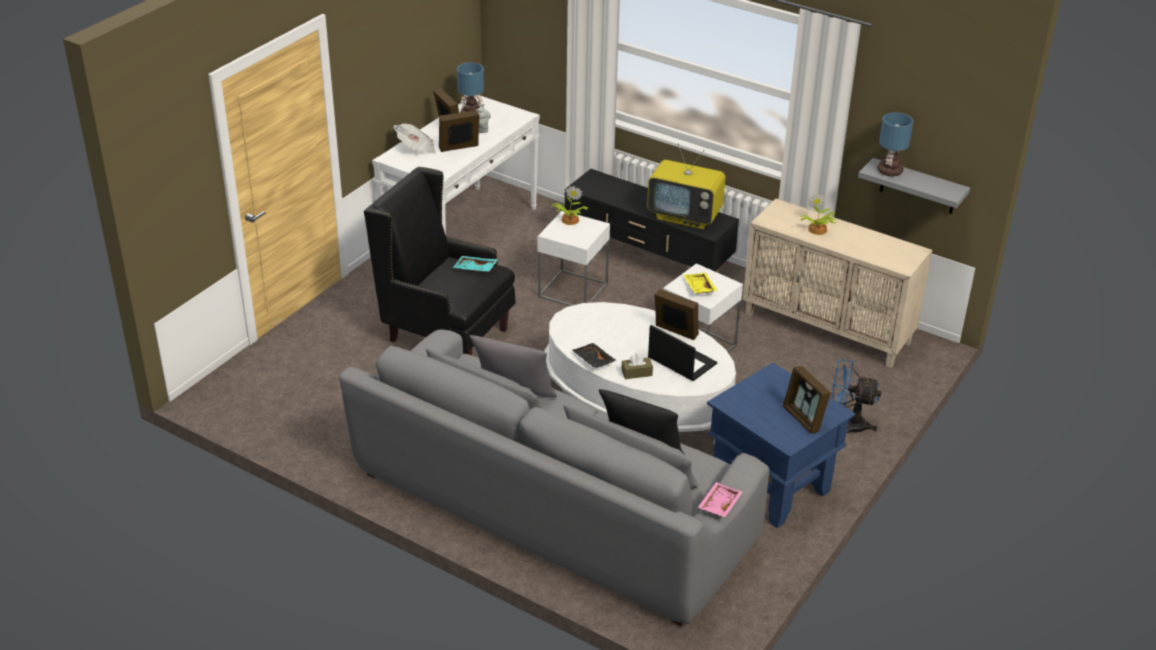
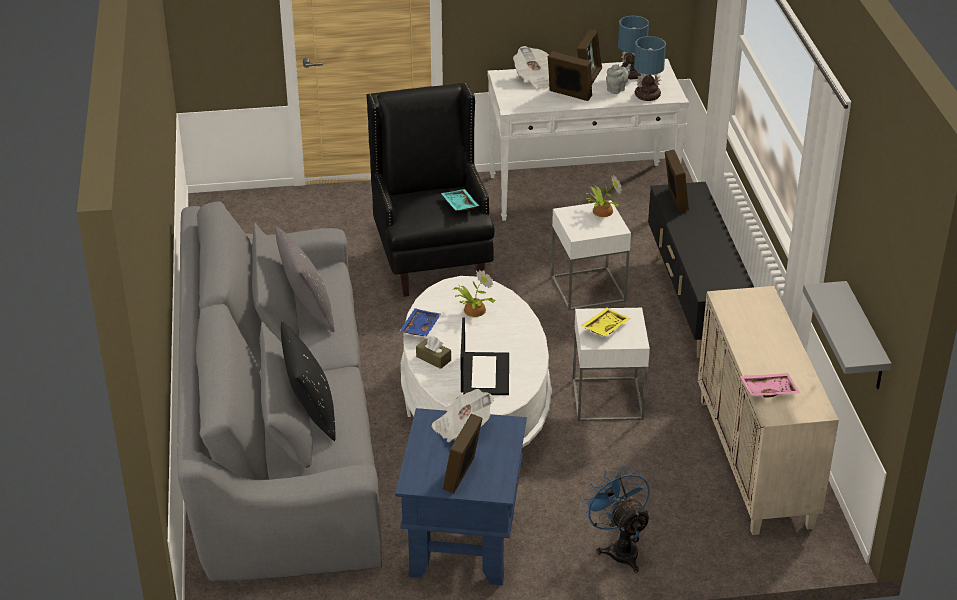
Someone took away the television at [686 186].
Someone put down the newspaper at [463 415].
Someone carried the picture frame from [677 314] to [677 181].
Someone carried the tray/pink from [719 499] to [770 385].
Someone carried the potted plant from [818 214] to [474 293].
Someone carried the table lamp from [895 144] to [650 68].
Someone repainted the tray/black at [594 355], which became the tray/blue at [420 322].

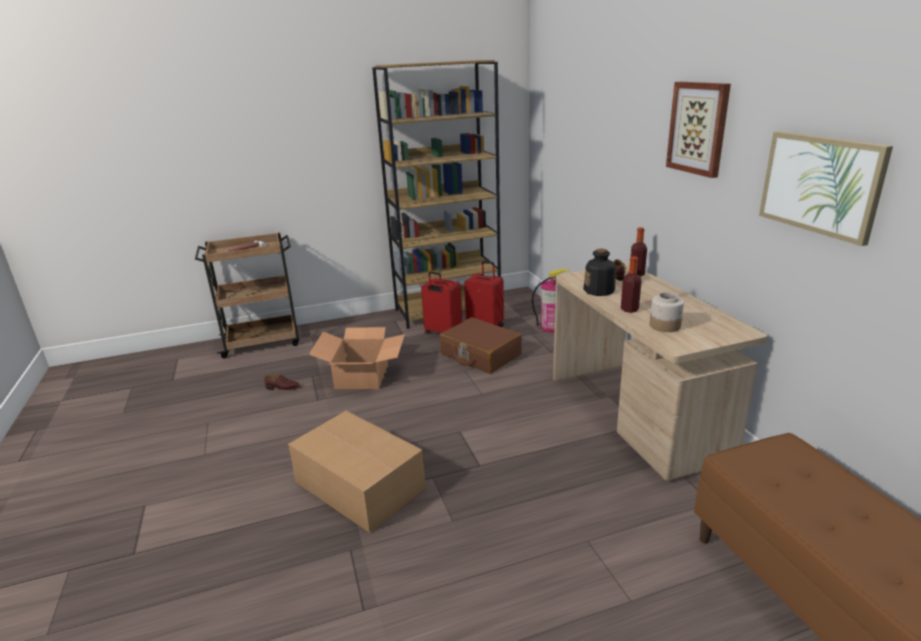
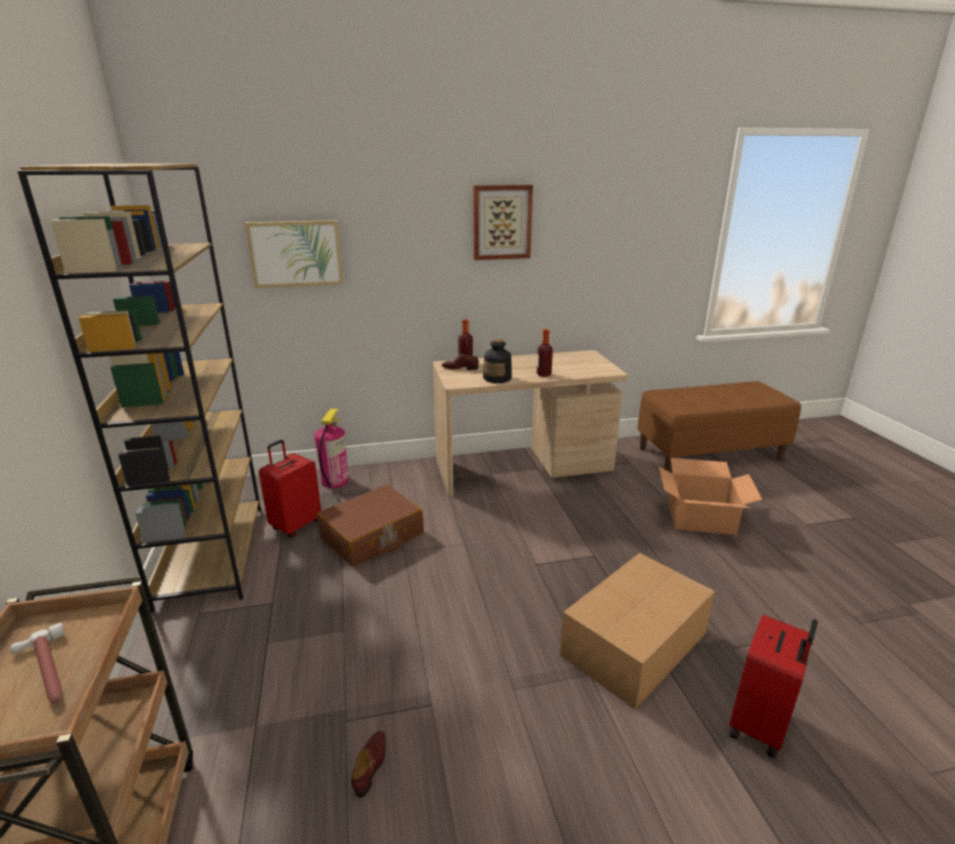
Someone took away the jar at [667 312].
Someone carried the cardboard box from [357 358] to [710 496].
Someone carried the suitcase/red from [441 303] to [773 686].
Someone carried the picture from [826 189] to [294 254].

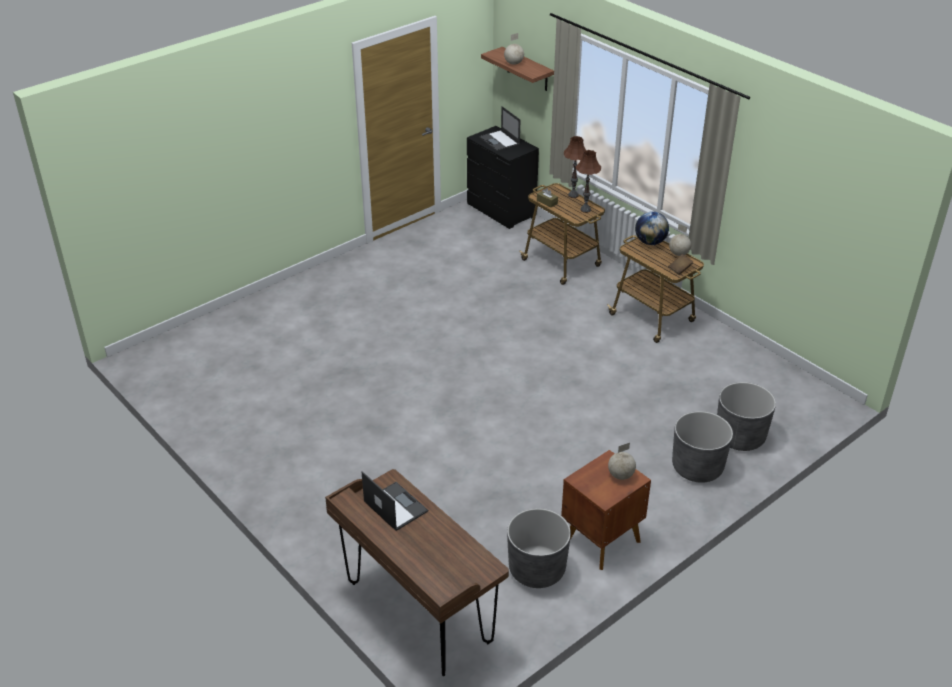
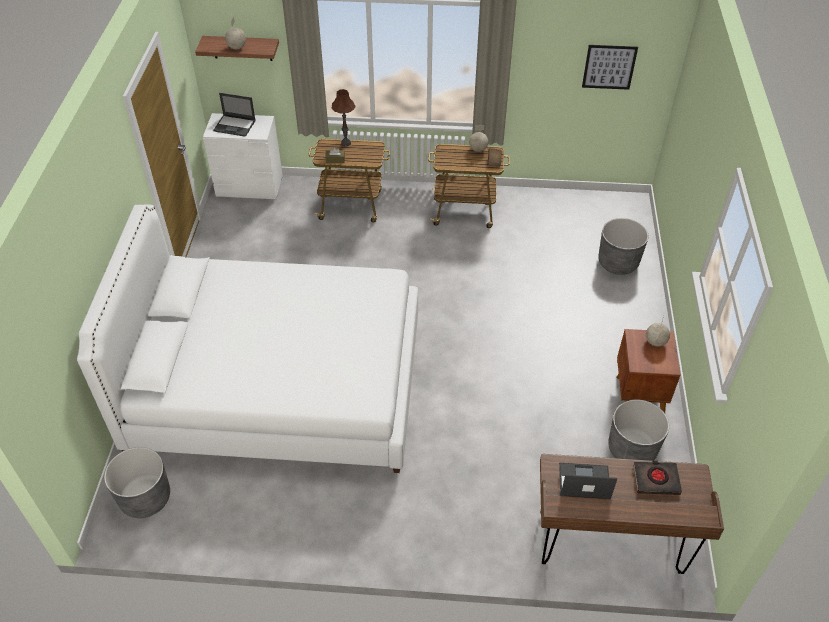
Someone took away the table lamp/brown at [588 181].
Someone took away the globe at [652 228].
Someone put down the bed/white at [247 338].
Someone put up the picture at [610 67].
Someone put down the book/black at [657 478].
Someone carried the planter/grey from [702 447] to [137 482].
Someone repainted the dresser/black at [503 177], which became the dresser/white at [243 156].

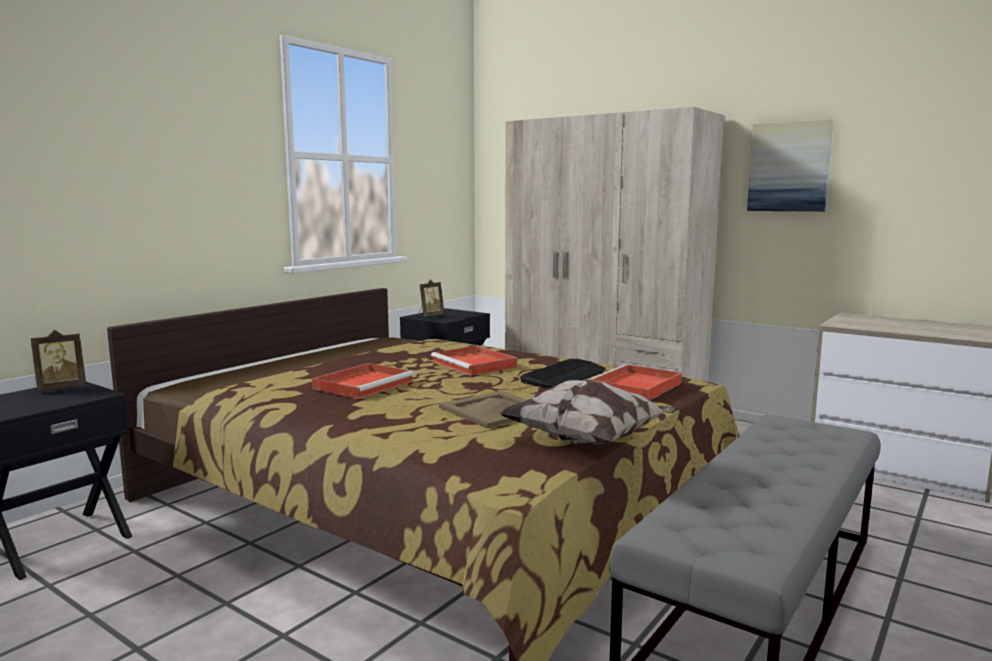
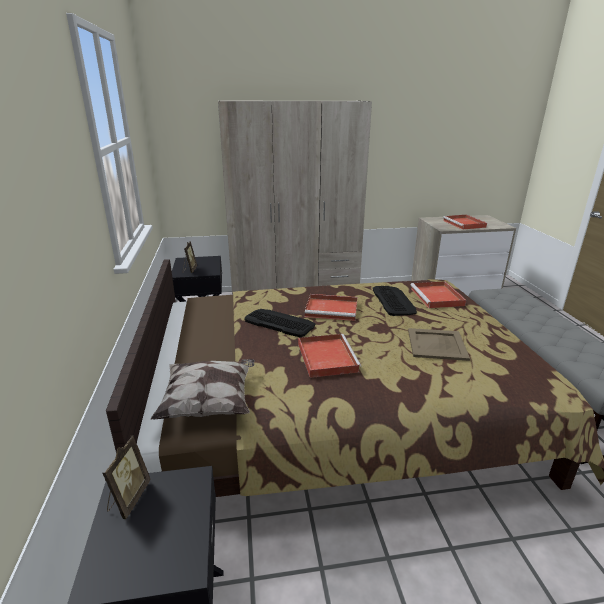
Someone took away the picture at [790 165].
Someone put down the keyboard at [280 323].
Someone put down the tray/red at [465 222].
Someone carried the pillow from [589 412] to [203 389].

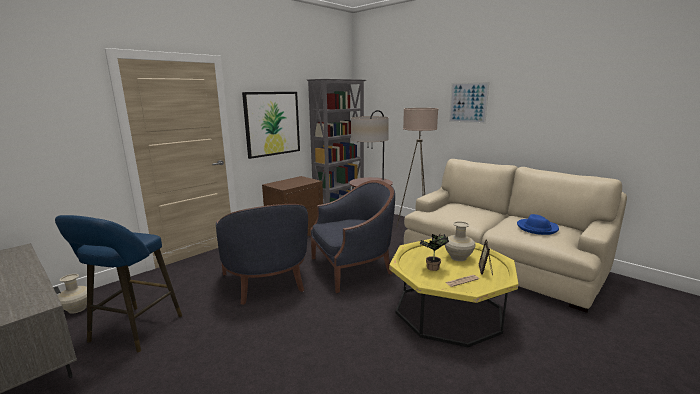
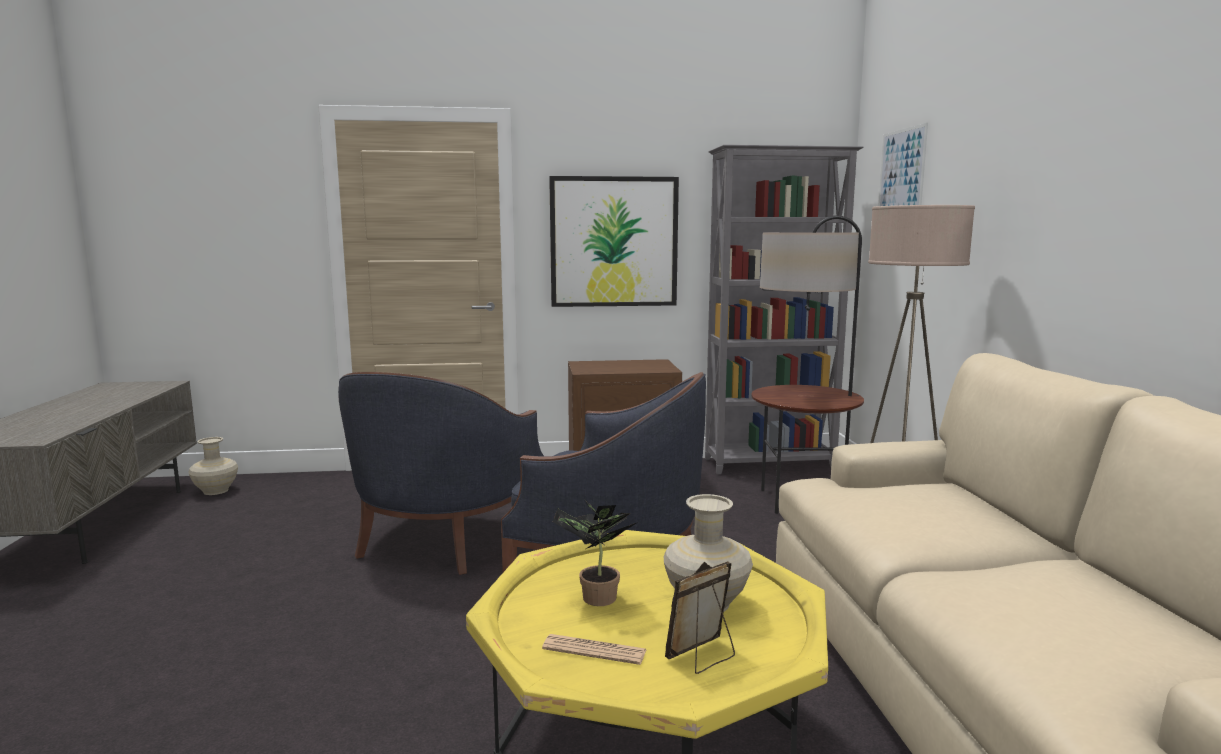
Someone took away the stool/blue at [118 284].
Someone took away the hat/blue at [538 224].
Someone carried the picture from [469 103] to [903 164].

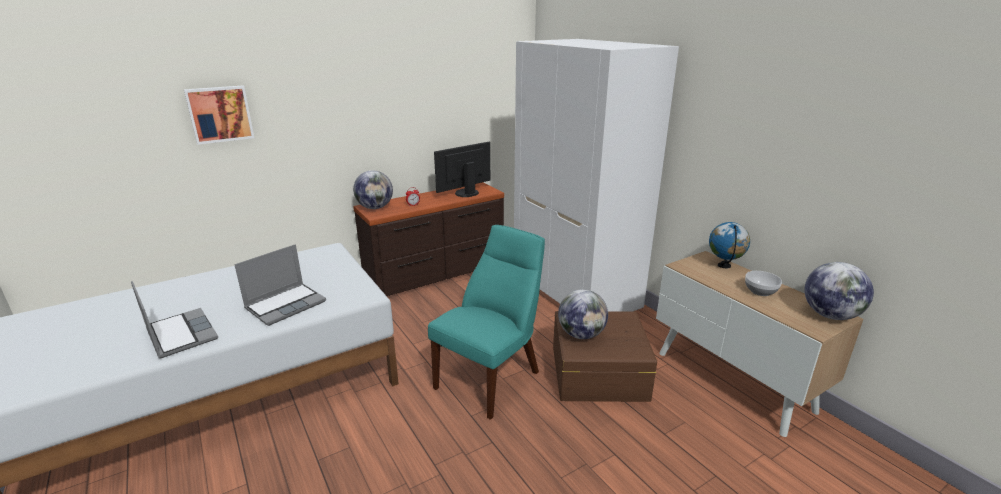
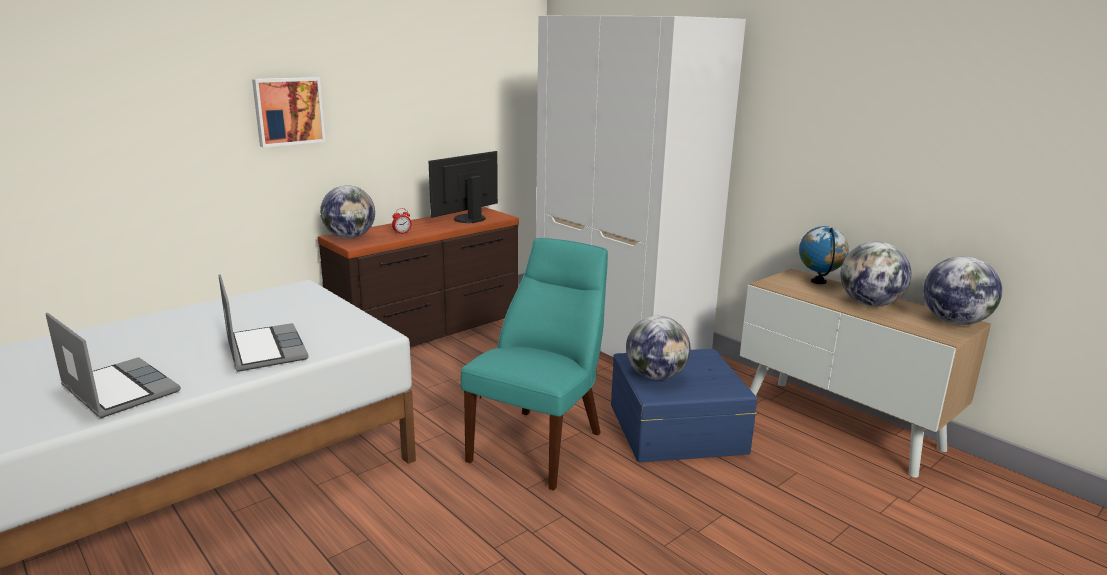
Someone carried the picture from [219 115] to [289 112].
Someone swapped the bowl at [763 283] for the globe at [876 274].
Someone repainted the storage box/brown at [605 356], which became the storage box/blue at [684 405].
Someone rotated the laptop at [280 285] by 60 degrees counterclockwise.

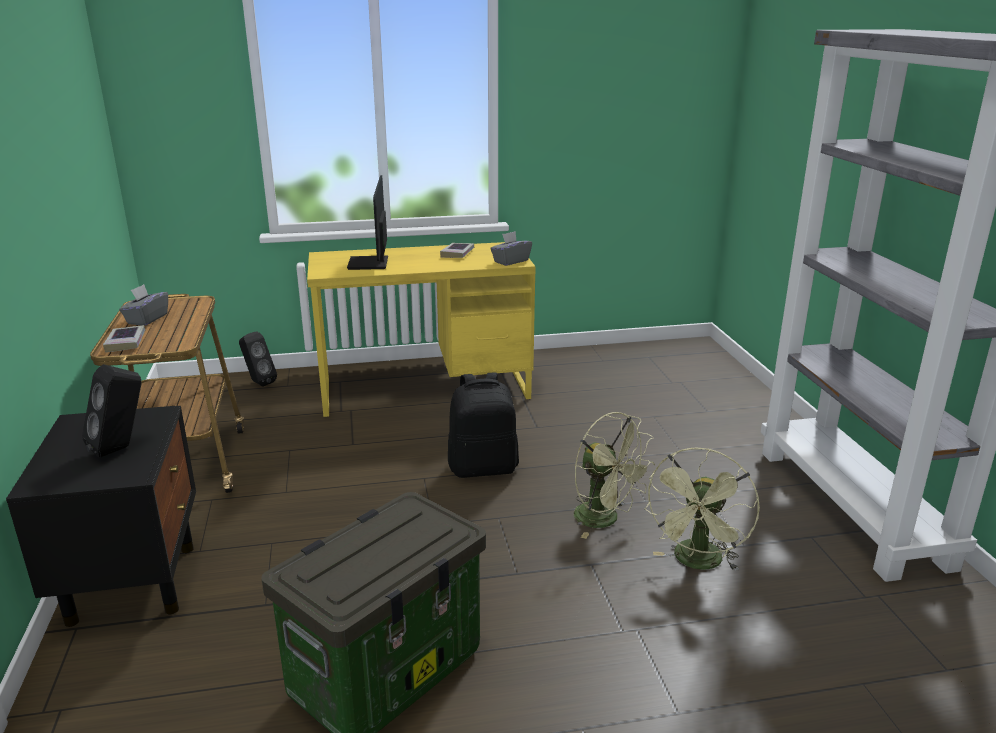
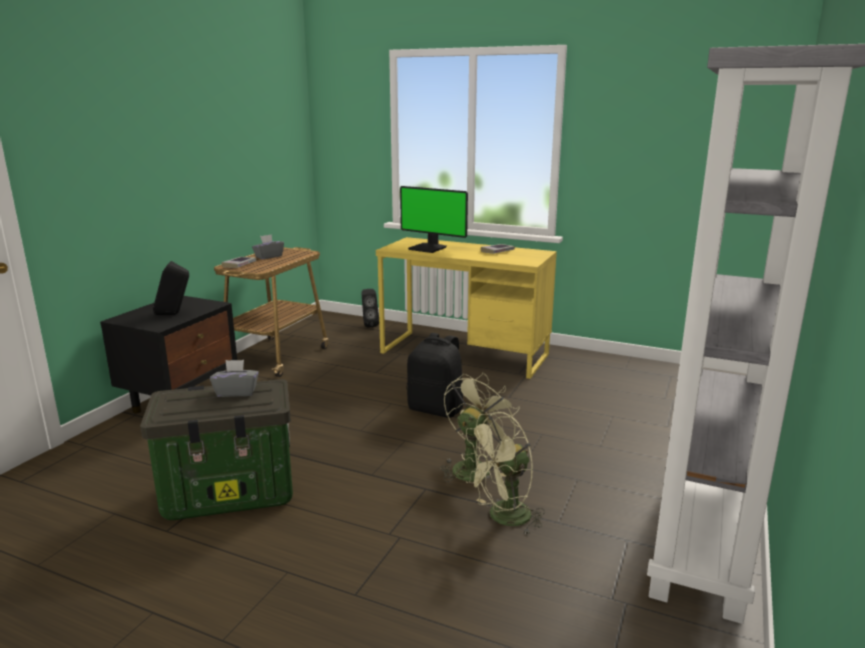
Someone carried the tissue box/grey from [511 248] to [234 378].
Someone rotated the monitor at [367 222] by 90 degrees counterclockwise.
Someone rotated the fan/green at [614 475] by 135 degrees counterclockwise.

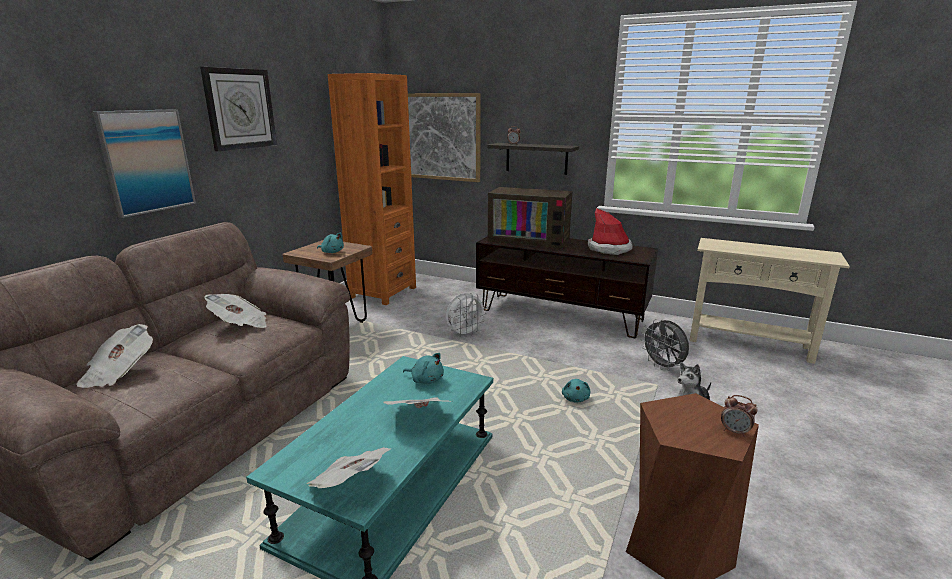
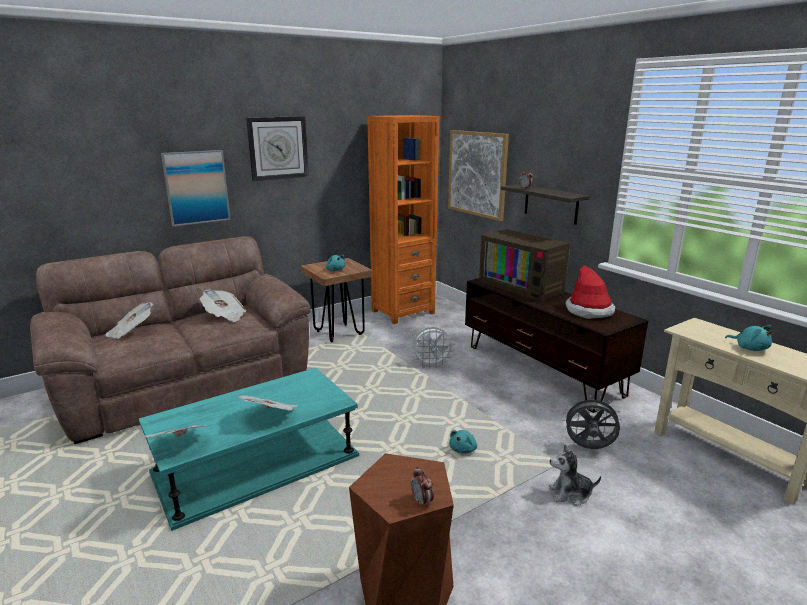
Someone carried the plush toy/turquoise from [423 368] to [748 338].
Someone rotated the fan/grey at [664 345] by 105 degrees clockwise.

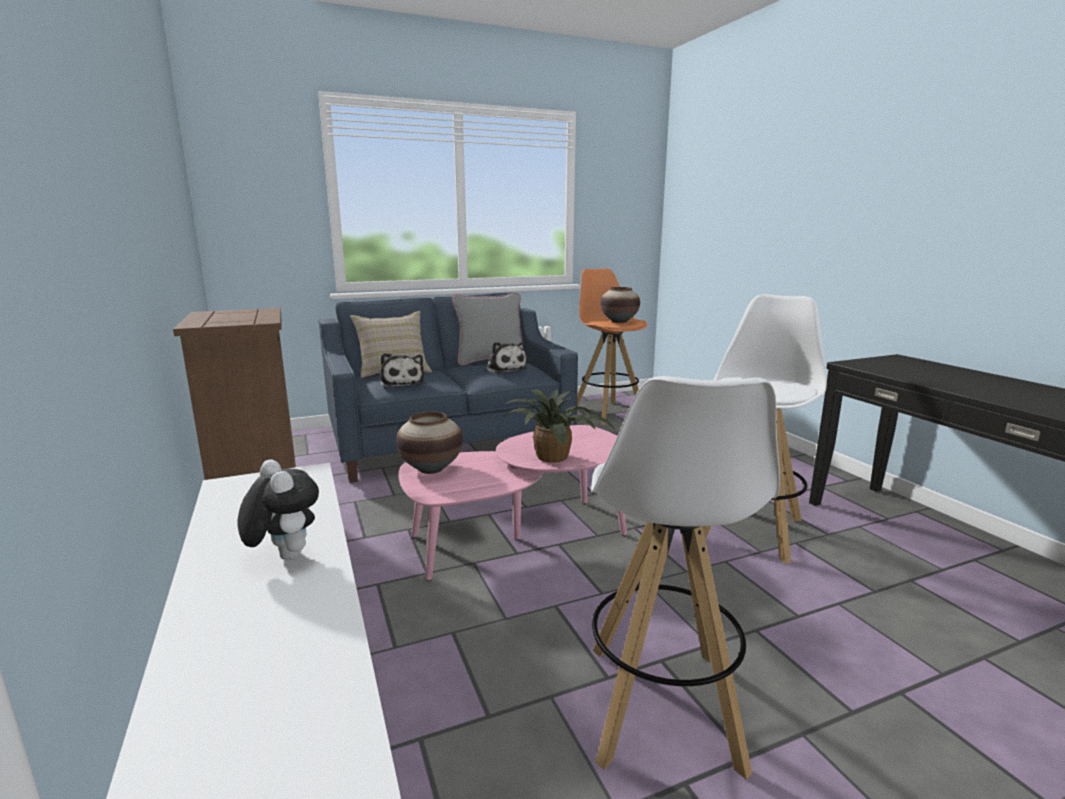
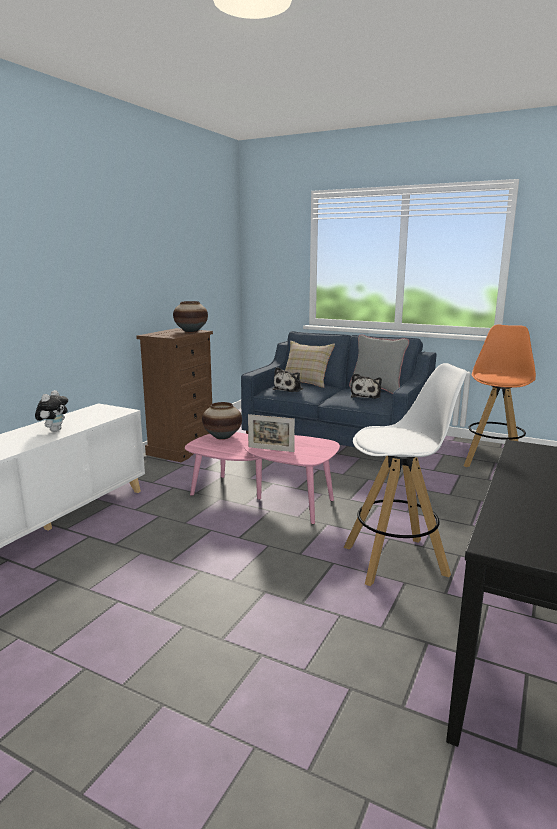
Someone took away the stool/white at [685 578].
Someone carried the vase from [620 305] to [190 316].
Someone swapped the potted plant at [559 426] for the picture frame at [271 433].

